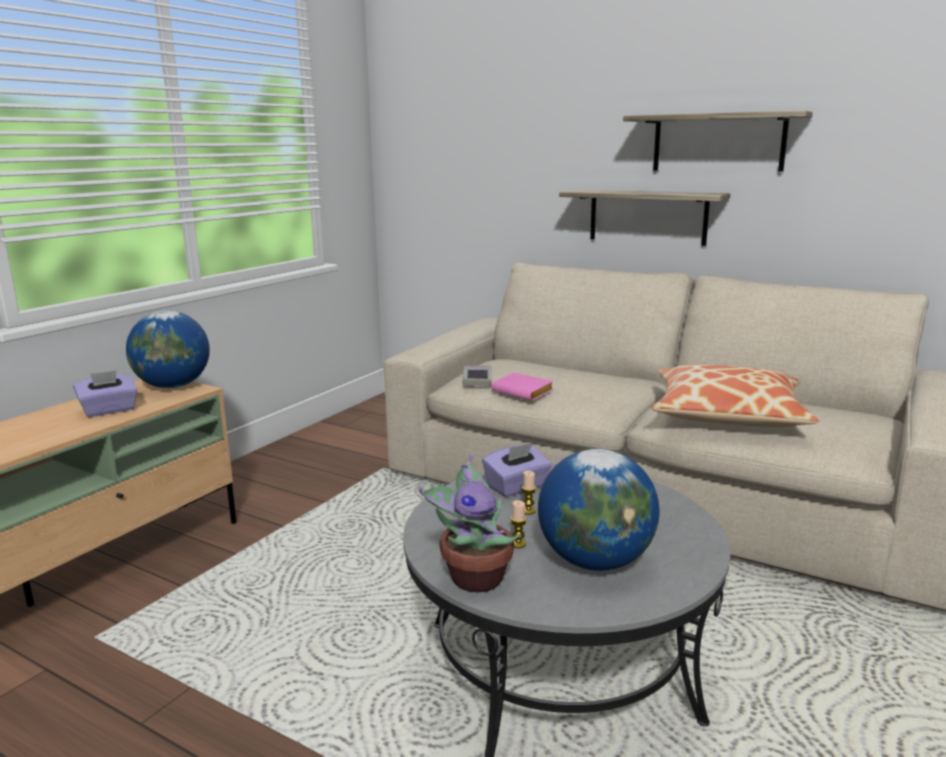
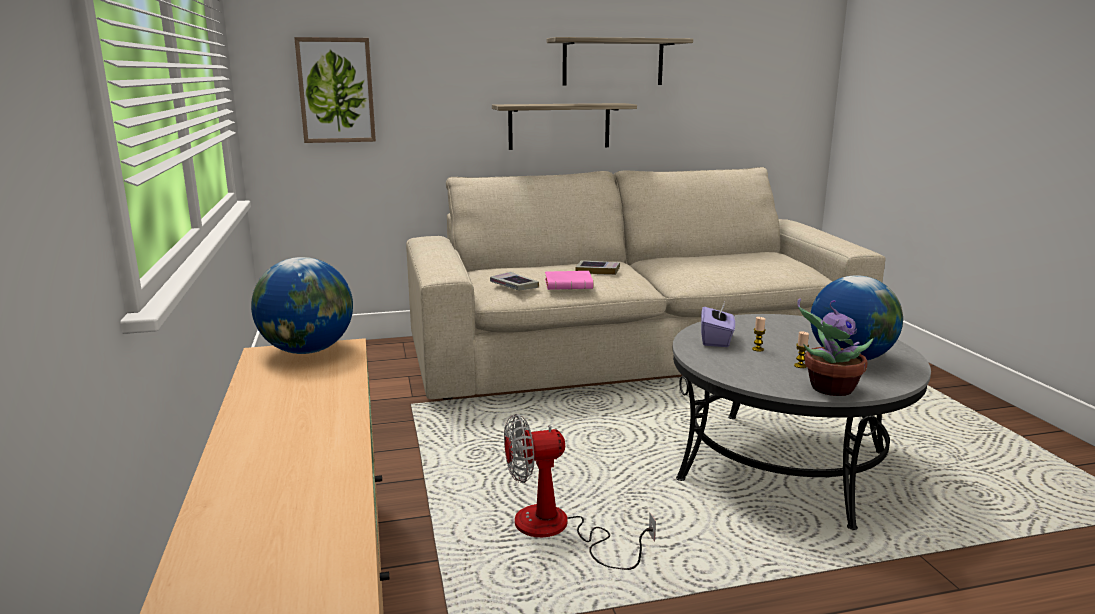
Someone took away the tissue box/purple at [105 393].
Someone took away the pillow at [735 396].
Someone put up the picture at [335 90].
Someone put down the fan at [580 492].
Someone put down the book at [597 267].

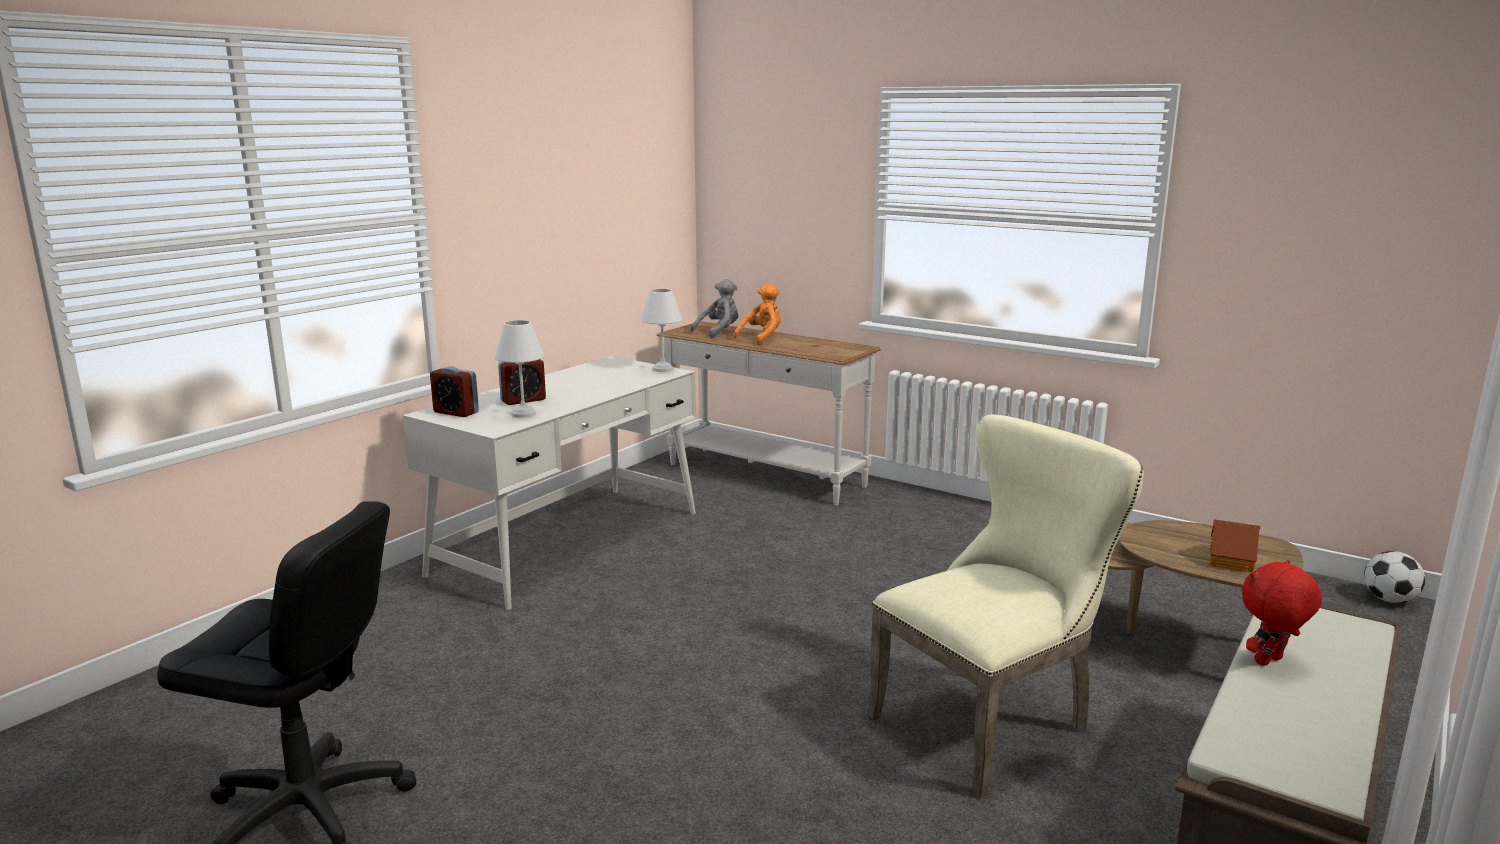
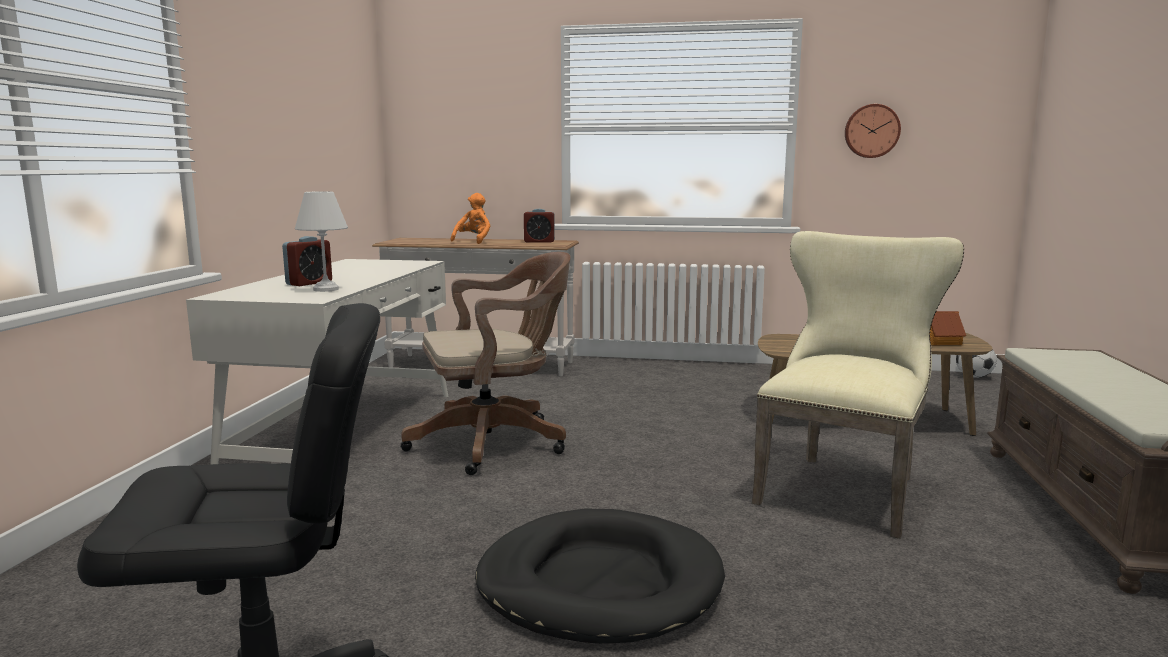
Someone took away the table lamp/white at [661 330].
Someone took away the plush toy/grey at [714 309].
Someone took away the plush toy/red at [1282 613].
Someone put down the office chair/brown at [485 363].
Someone put down the dog bed/black at [600 576].
Someone put up the wall clock at [873 131].
Someone carried the alarm clock from [454 391] to [539 226].

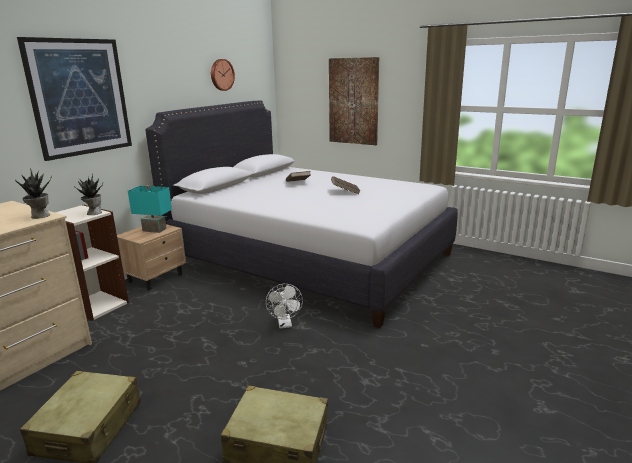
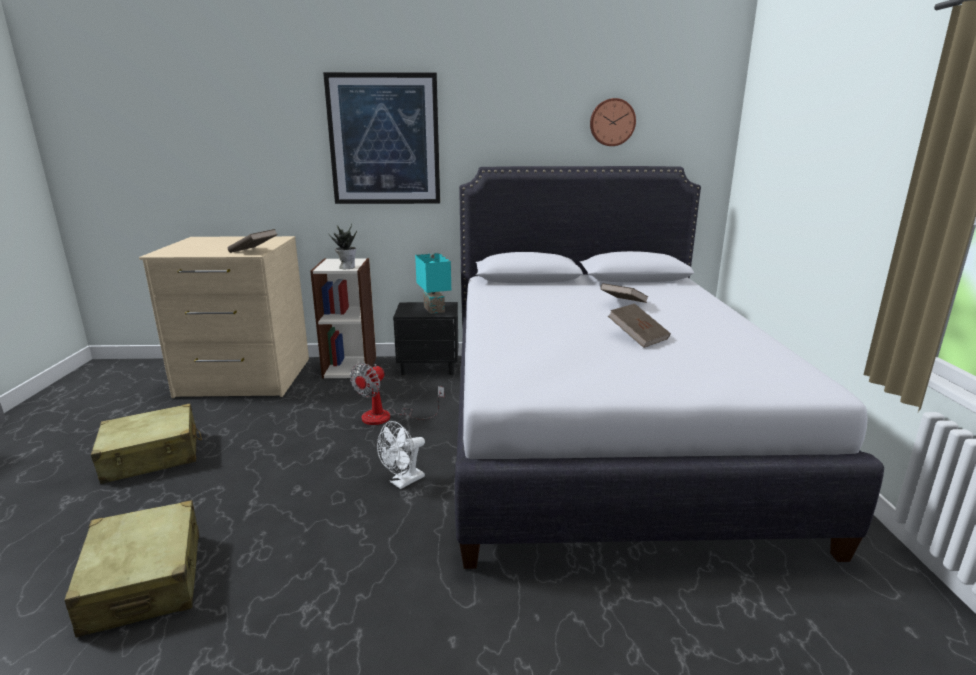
Someone took away the picture at [354 101].
Someone put down the fan at [397 394].
Someone swapped the potted plant at [33 193] for the book/brown at [253 241].
Someone repainted the nightstand/beige at [151 257], which became the nightstand/black at [426 338].

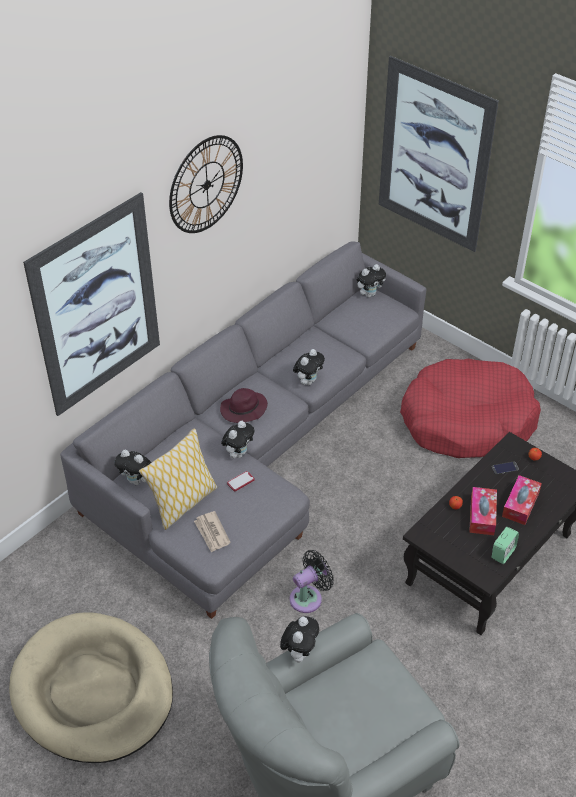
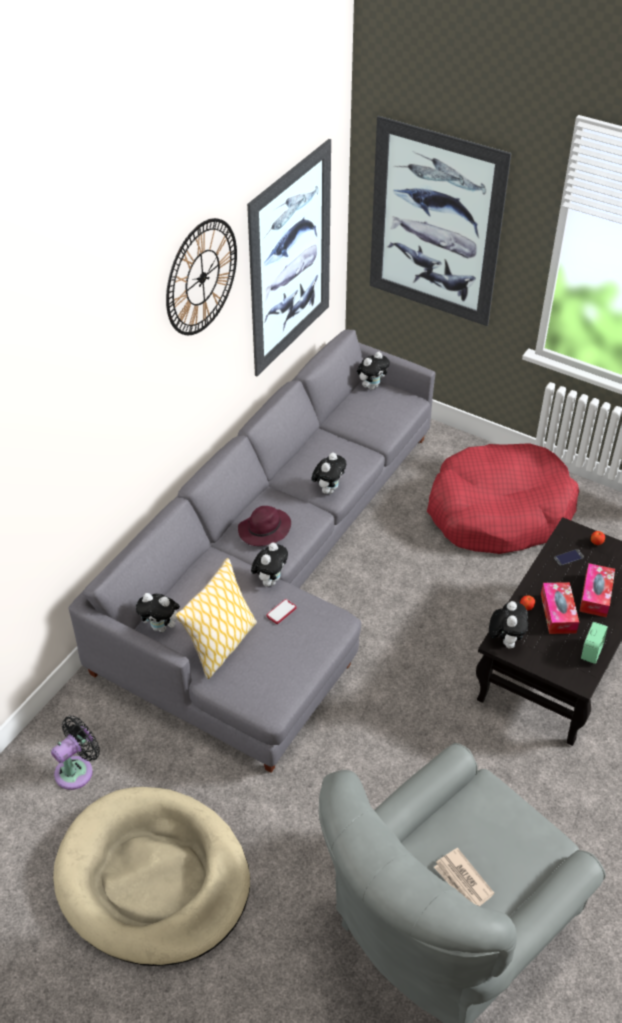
Someone carried the picture from [91 304] to [289 257].
Someone carried the newspaper from [212 532] to [464 877].
Someone carried the plush toy from [299 639] to [508 625].
Someone carried the fan/black from [312 581] to [75 753].

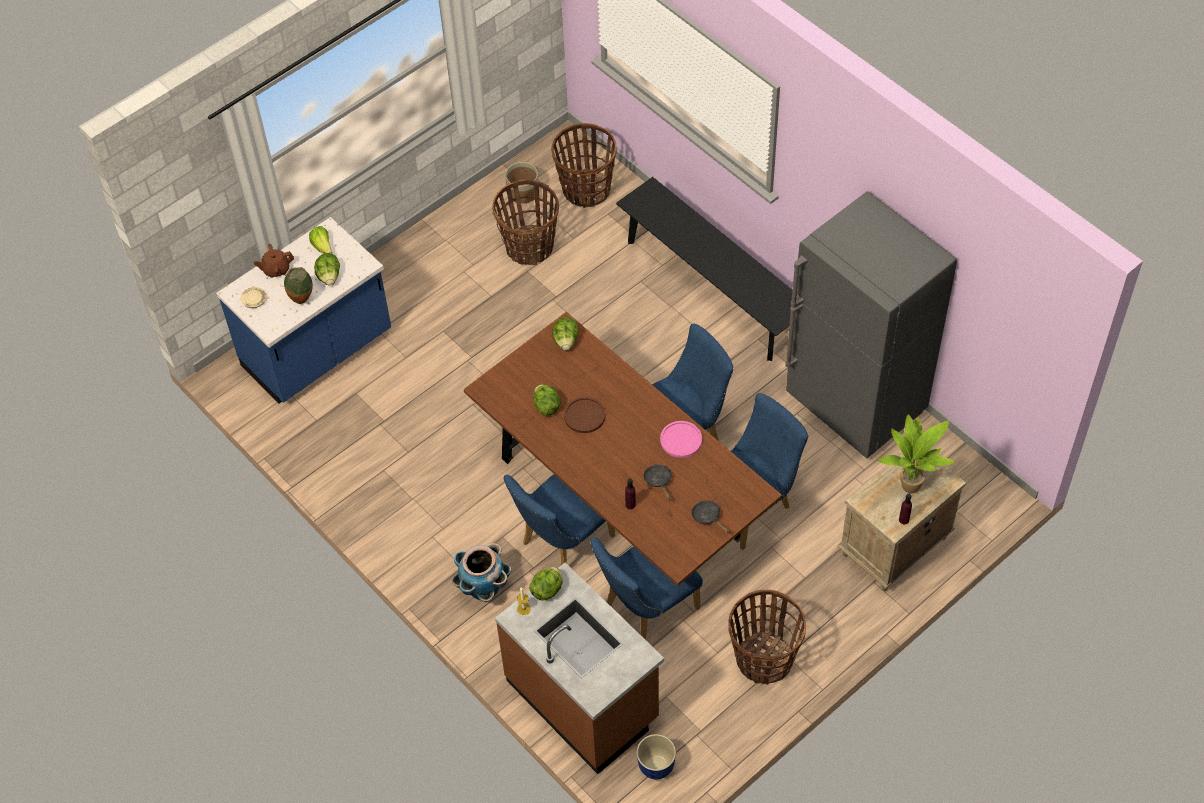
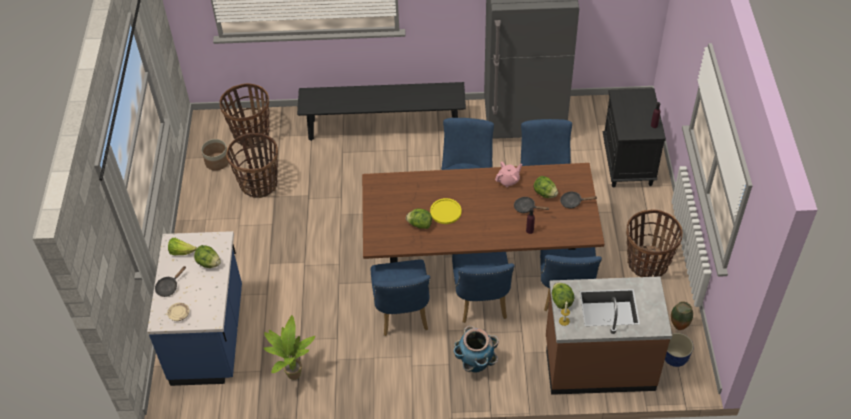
Someone put down the chair/blue at [400 297].
Someone carried the vase from [298 285] to [682 315].
Someone carried the lettuce from [565 333] to [546 187].
Someone carried the potted plant from [916 453] to [289 347].
Someone swapped the teapot/brown at [274 261] for the frying pan/black at [170 281].
Someone swapped the plate/pink at [681 439] for the teapot/pink at [508 174].
Someone repainted the plate/brown at [585 415], which became the plate/yellow at [445 211].
Someone repainted the nightstand/beige at [901 522], which became the nightstand/black at [634 137].

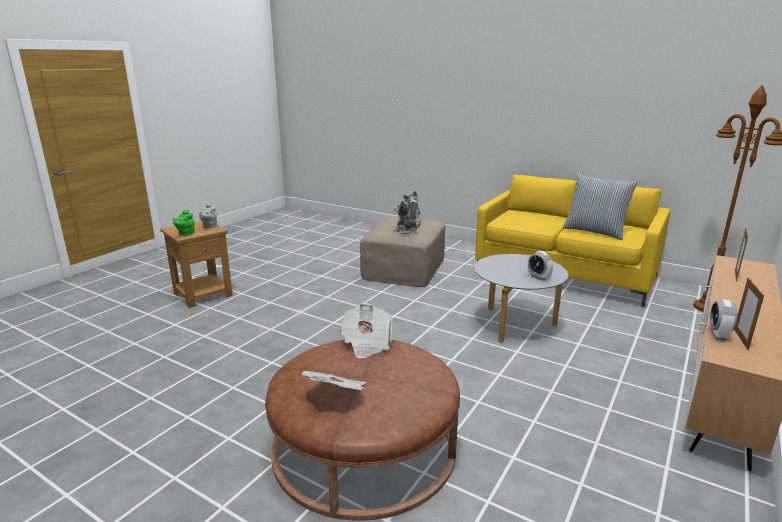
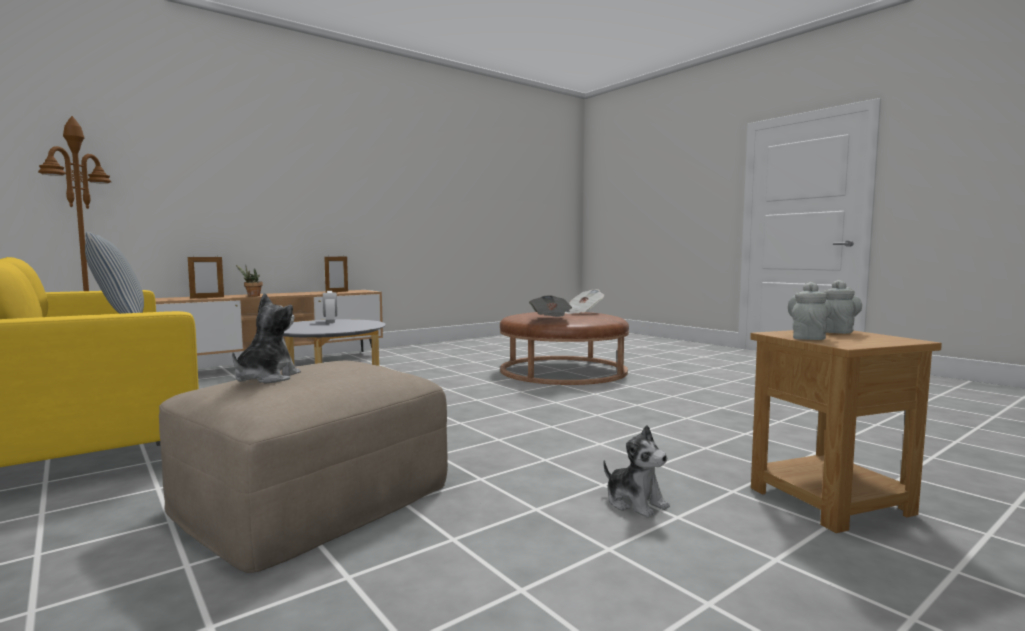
Someone took away the alarm clock at [723 319].
Someone put down the potted plant at [249 281].
Someone carried the plush toy from [407 217] to [636 471].
Someone repainted the teapot/green at [184 223], which became the teapot/grey at [843 307].

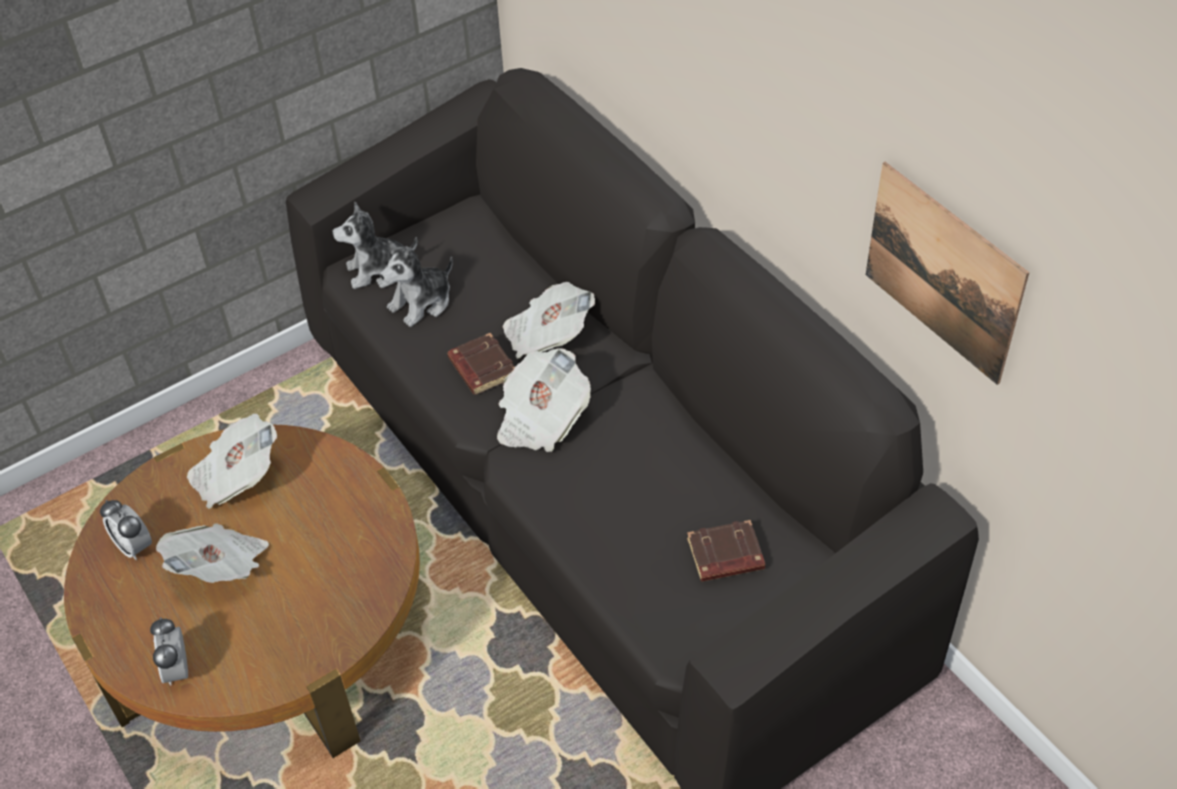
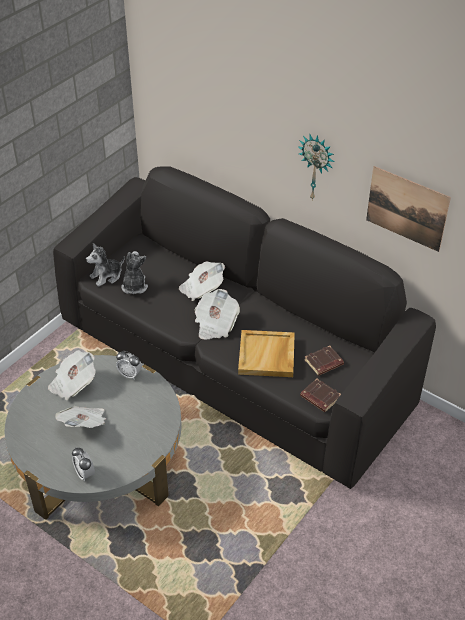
Someone put down the tray/beige at [266 353].
Someone put up the wall clock at [315 167].
Someone carried the alarm clock from [126 530] to [129 365].
Someone carried the book/brown from [481 364] to [320 395].
Someone repainted the coffee table/brown at [242 591], which became the coffee table/grey at [92 437].
Someone rotated the plush toy at [416 284] by 150 degrees clockwise.

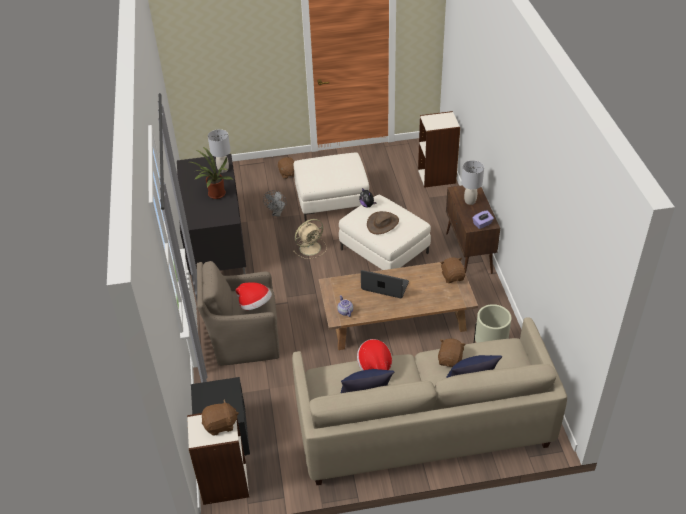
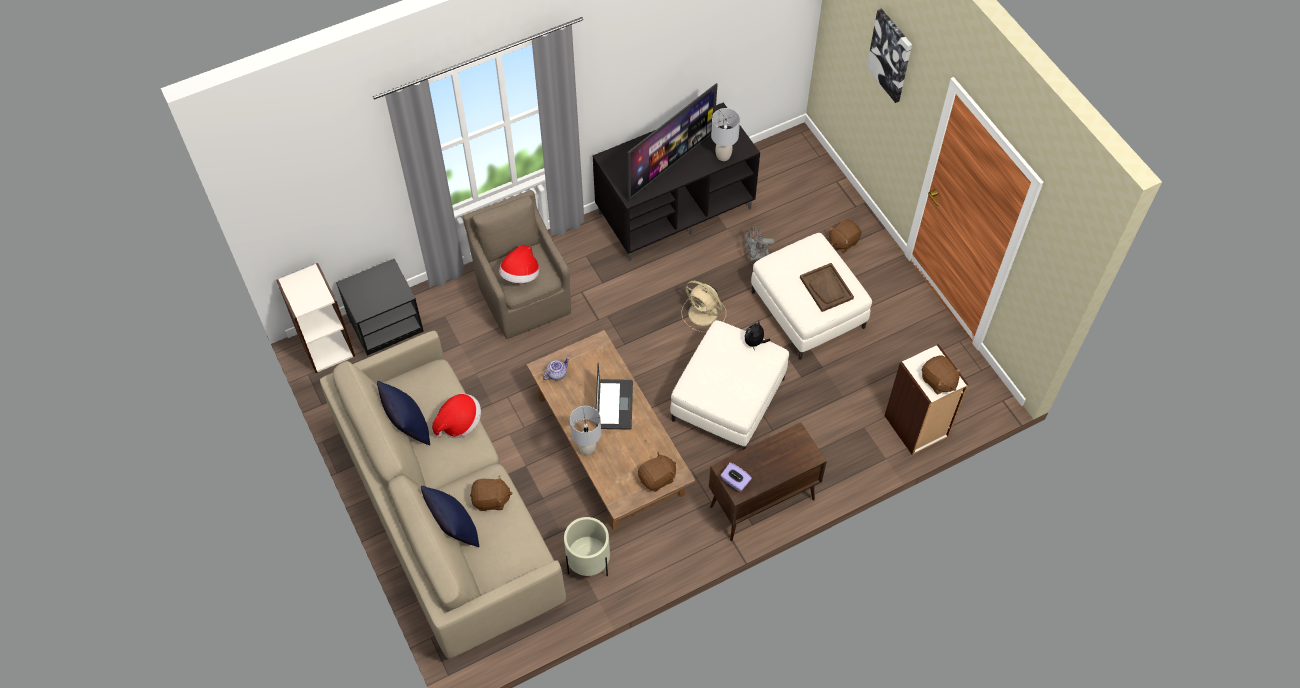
Someone took away the hat/brown at [383 222].
Someone put down the tray/brown at [827 287].
Someone put up the picture at [889 56].
Someone carried the plush toy/brown from [220 417] to [942 375].
Someone carried the table lamp/grey from [472 182] to [585 430].
Someone swapped the potted plant at [212 172] for the television at [672 142].

